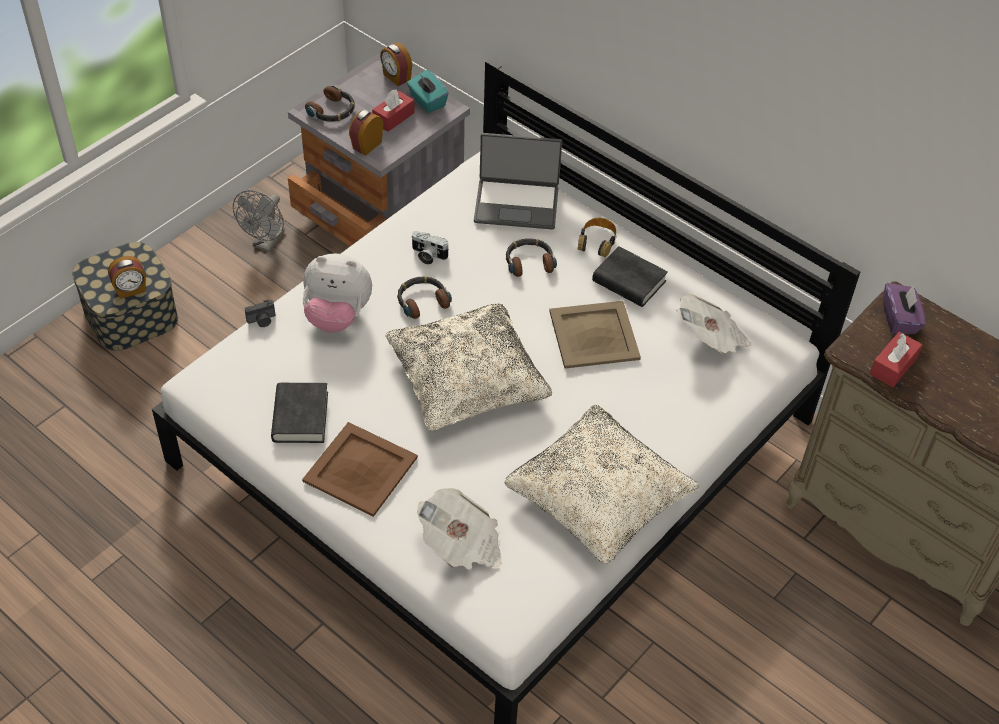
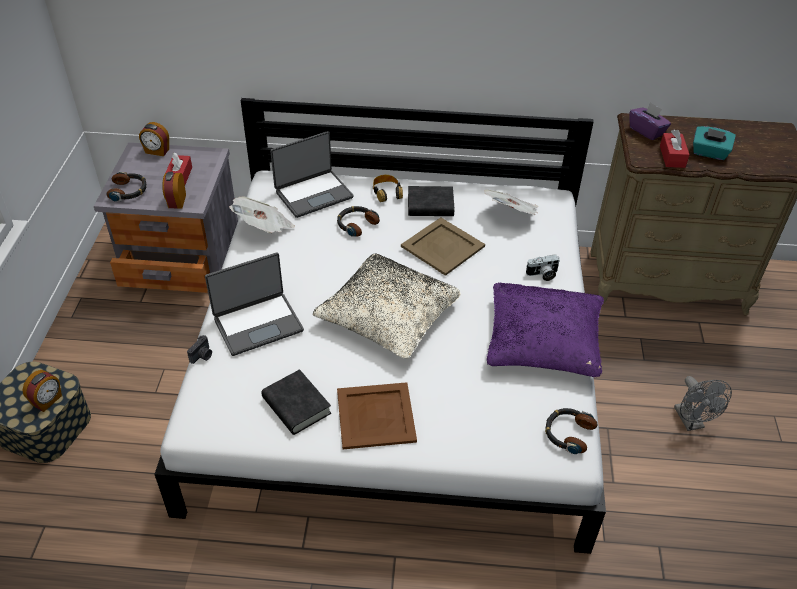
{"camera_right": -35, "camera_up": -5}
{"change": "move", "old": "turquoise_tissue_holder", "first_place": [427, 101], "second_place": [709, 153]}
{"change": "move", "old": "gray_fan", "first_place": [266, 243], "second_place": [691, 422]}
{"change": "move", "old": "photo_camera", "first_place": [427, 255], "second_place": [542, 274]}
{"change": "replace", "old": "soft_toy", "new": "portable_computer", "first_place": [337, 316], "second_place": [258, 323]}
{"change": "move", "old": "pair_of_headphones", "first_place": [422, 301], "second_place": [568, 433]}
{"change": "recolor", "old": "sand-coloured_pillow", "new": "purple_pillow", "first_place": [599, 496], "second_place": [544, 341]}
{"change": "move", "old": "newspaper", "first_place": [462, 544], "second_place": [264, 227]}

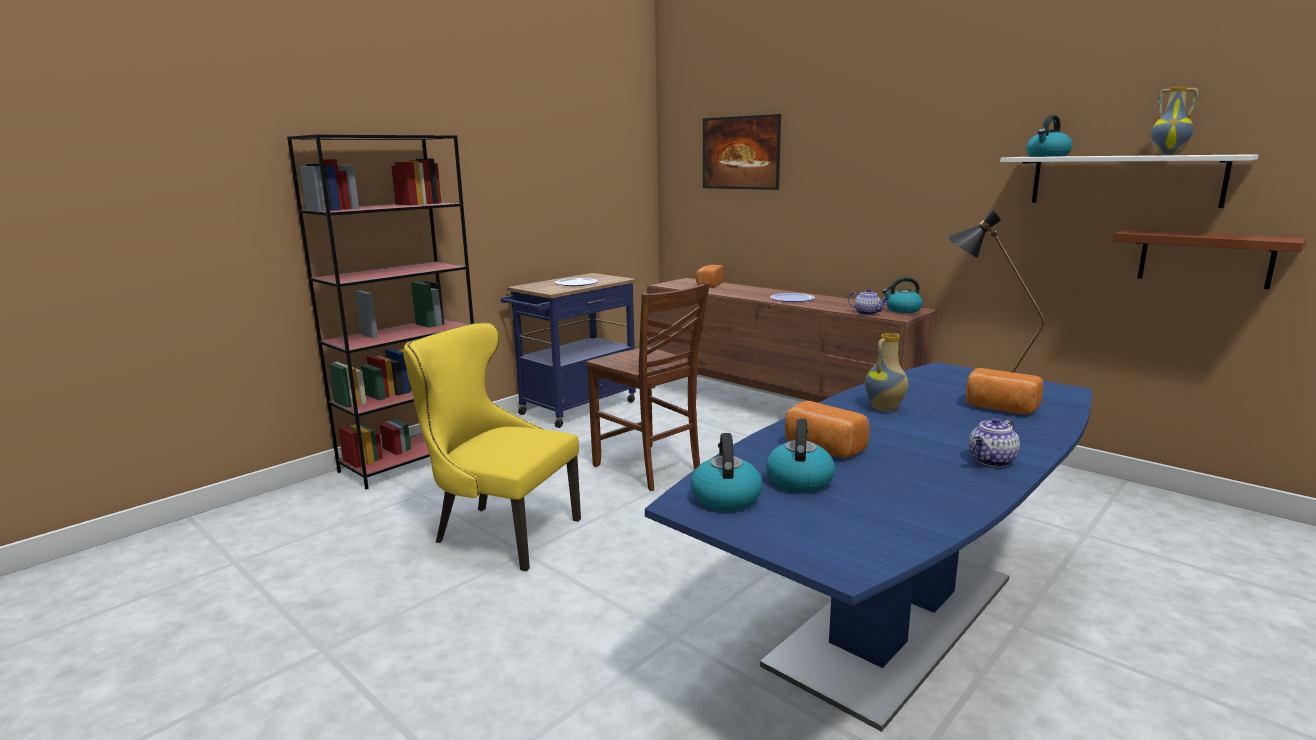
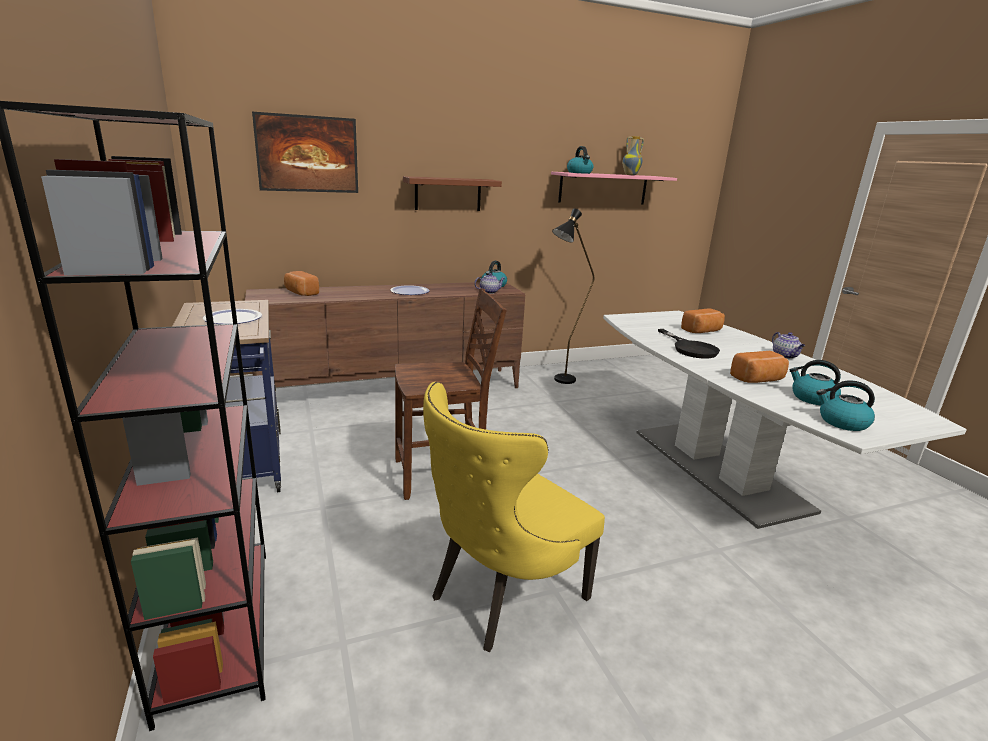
{"camera_right": -65, "camera_up": 5}
{"change": "recolor", "old": "whitish_wall_shelf", "new": "pinkish_wall_shelf", "first_place": [1124, 180], "second_place": [603, 188]}
{"change": "move", "old": "brownish_wall_shelf", "first_place": [1205, 258], "second_place": [448, 194]}
{"change": "replace", "old": "flower_vase", "new": "black_pan", "first_place": [885, 409], "second_place": [690, 348]}
{"change": "recolor", "old": "blue_kitchen_table", "new": "whitish_kitchen_table", "first_place": [894, 620], "second_place": [718, 469]}

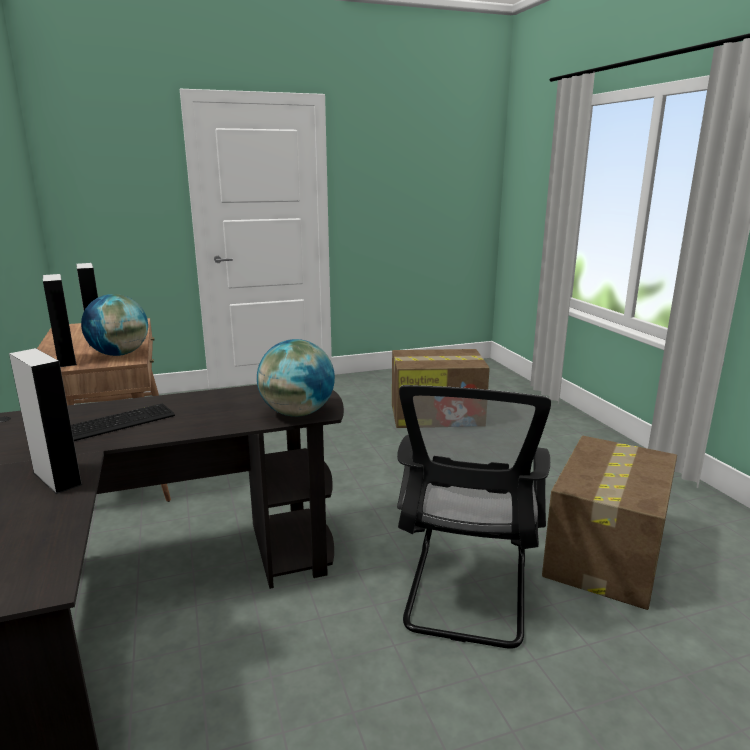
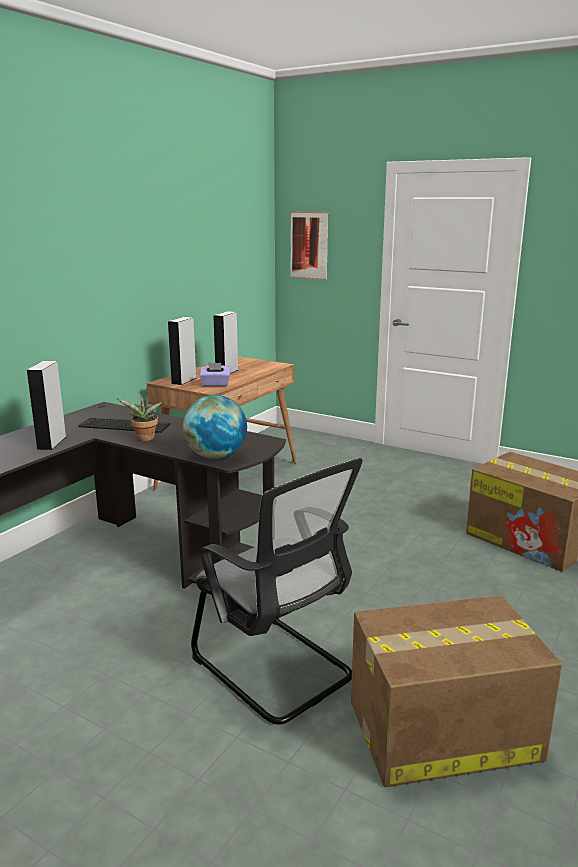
{"camera_right": 50, "camera_up": 0}
{"change": "replace", "old": "desk_globe", "new": "purple_tissue_holder", "first_place": [119, 354], "second_place": [215, 384]}
{"change": "rotate", "old": "plain_chair", "first_place": [465, 594], "second_place": [275, 670], "degrees": -105}
{"change": "insert", "new": "wall_picture", "second_place": [309, 245]}
{"change": "insert", "new": "potted_plant", "second_place": [144, 439]}

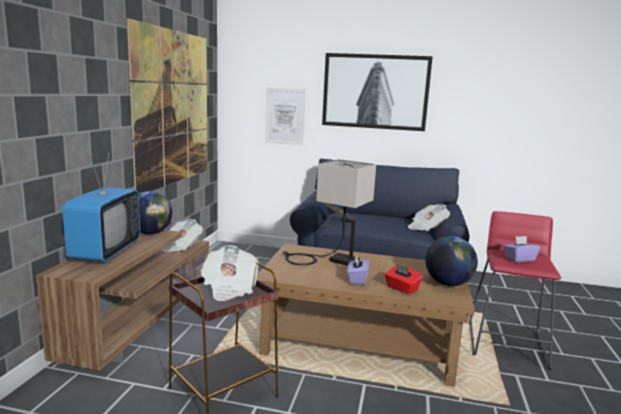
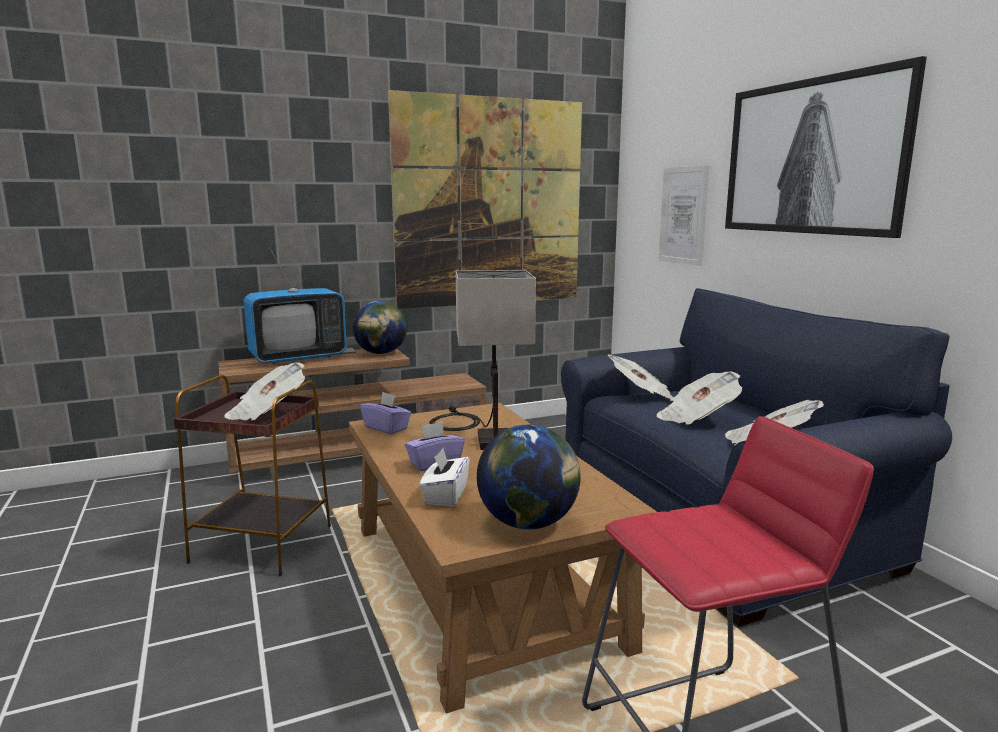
{"camera_right": 55, "camera_up": 0}
{"change": "move", "old": "newspaper", "first_place": [181, 246], "second_place": [697, 418]}
{"change": "move", "old": "purple_tissue_holder", "first_place": [519, 259], "second_place": [386, 428]}
{"change": "recolor", "old": "red-coloured_tissue_holder", "new": "whitish_tissue_holder", "first_place": [401, 288], "second_place": [445, 496]}

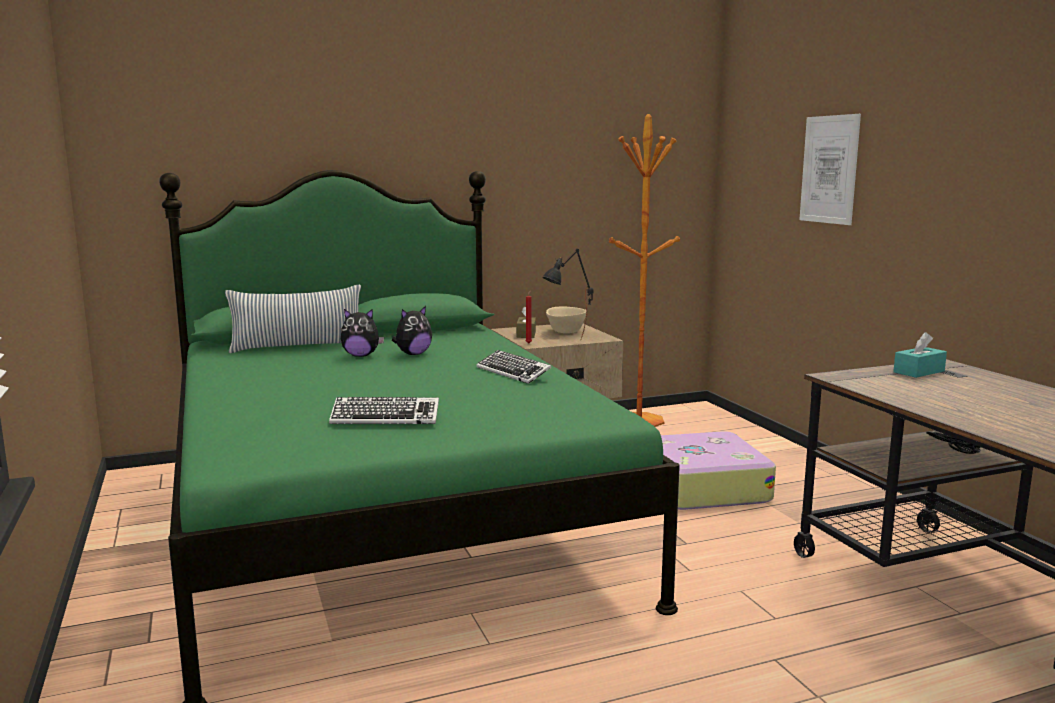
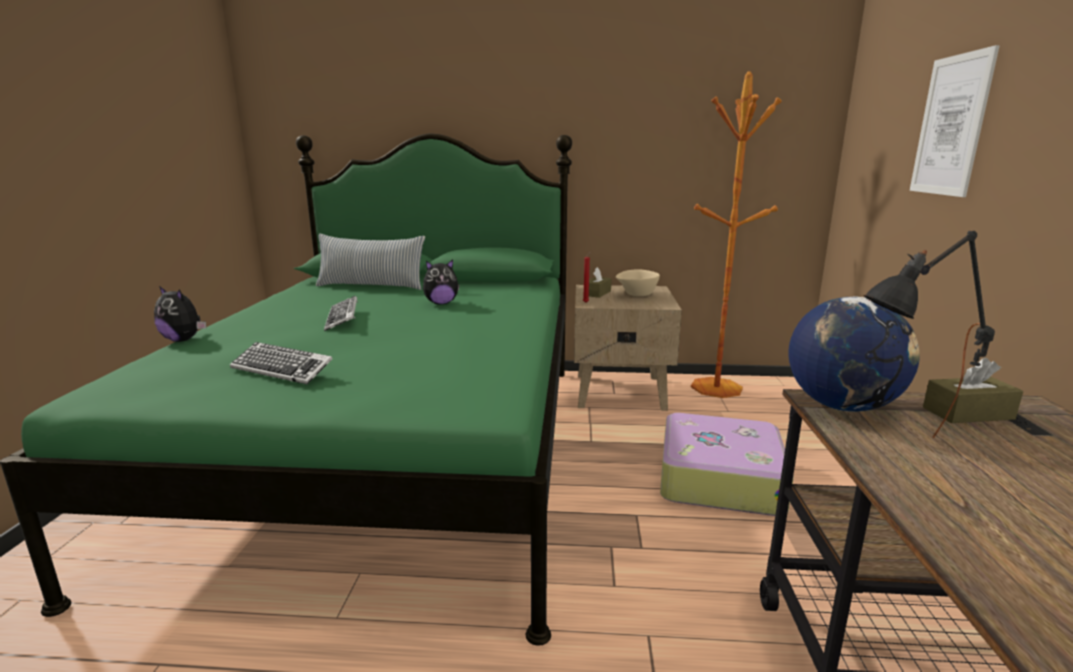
{"camera_right": 25, "camera_up": 5}
{"change": "move", "old": "black_table_lamp", "first_place": [568, 344], "second_place": [904, 449]}
{"change": "move", "old": "soft_toy", "first_place": [361, 356], "second_place": [184, 340]}
{"change": "recolor", "old": "turquoise_tissue_holder", "new": "brownish_tissue_holder", "first_place": [919, 372], "second_place": [968, 413]}
{"change": "move", "old": "keyboard", "first_place": [513, 372], "second_place": [343, 318]}
{"change": "insert", "new": "desk_globe", "second_place": [842, 406]}

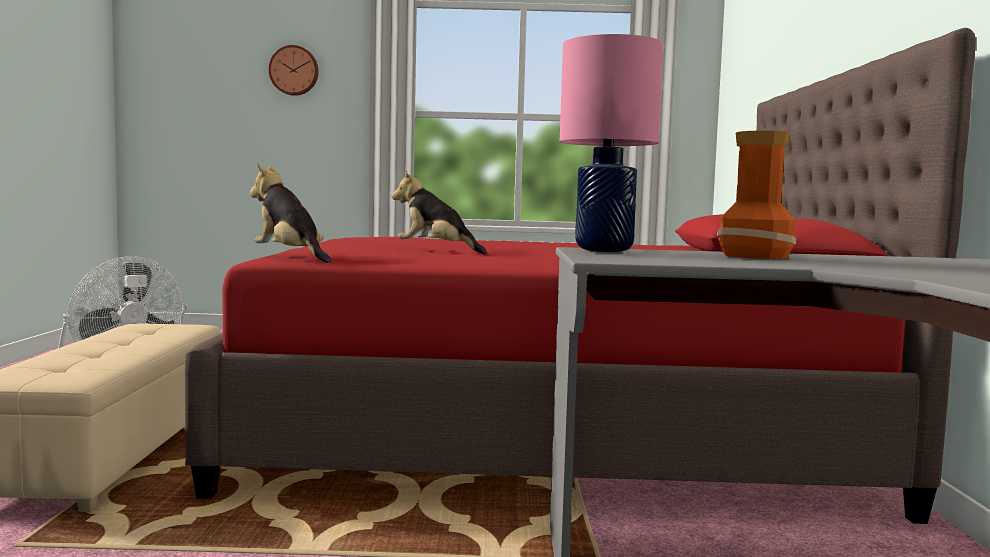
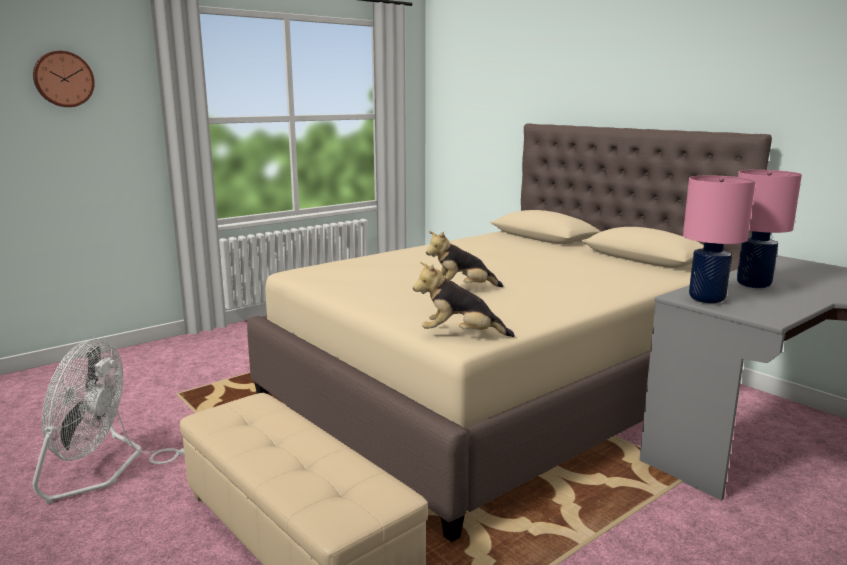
{"camera_right": -40, "camera_up": 10}
{"change": "recolor", "old": "red-coloured_bed", "new": "sand-coloured_bed", "first_place": [546, 430], "second_place": [500, 391]}
{"change": "replace", "old": "flower_vase", "new": "pinkish_table_lamp", "first_place": [753, 256], "second_place": [753, 286]}

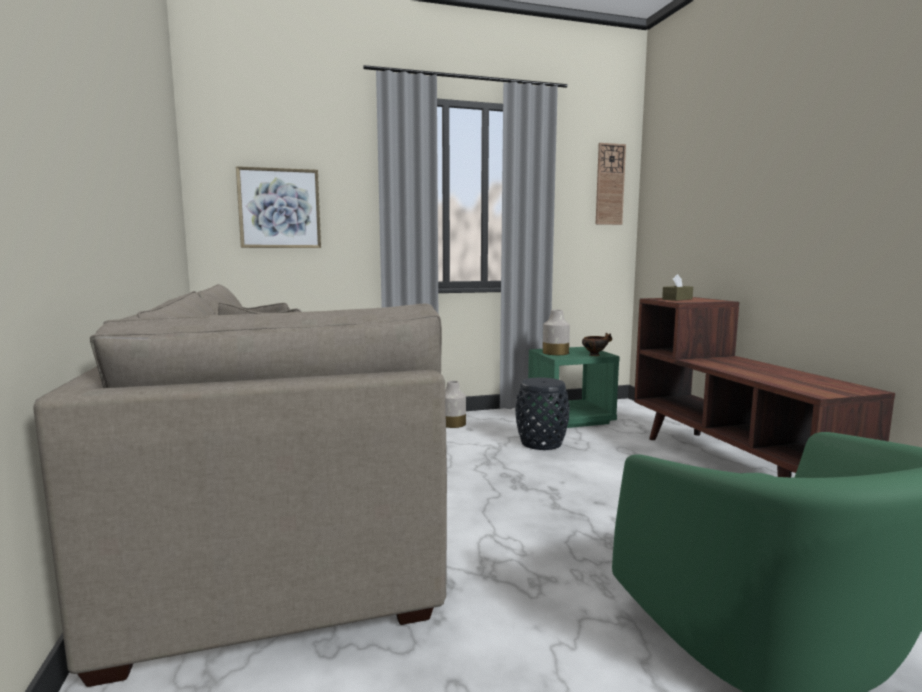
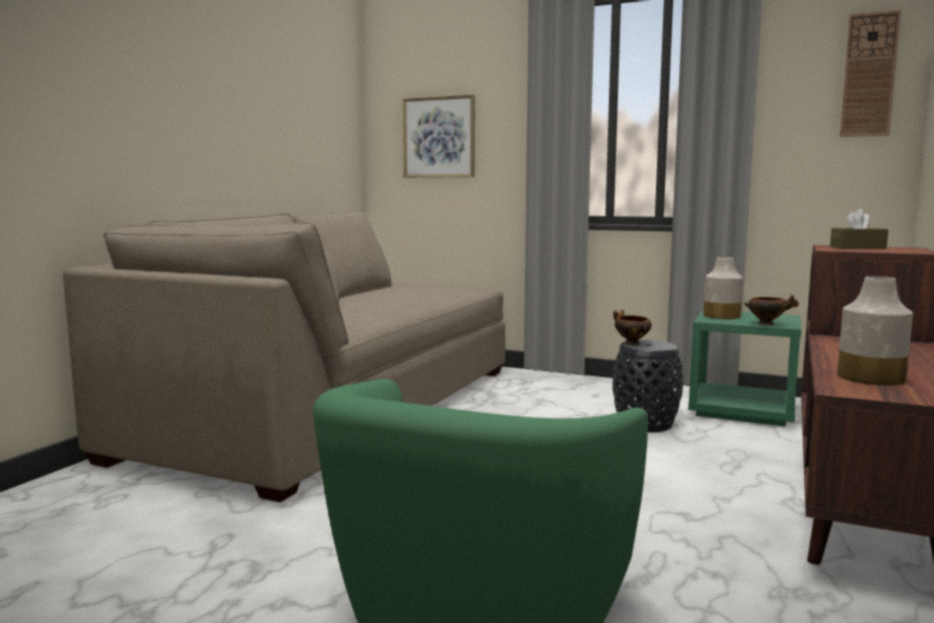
{"camera_right": 40, "camera_up": 0}
{"change": "move", "old": "sand-coloured_flower_vase", "first_place": [452, 423], "second_place": [870, 377]}
{"change": "insert", "new": "bowl", "second_place": [630, 343]}

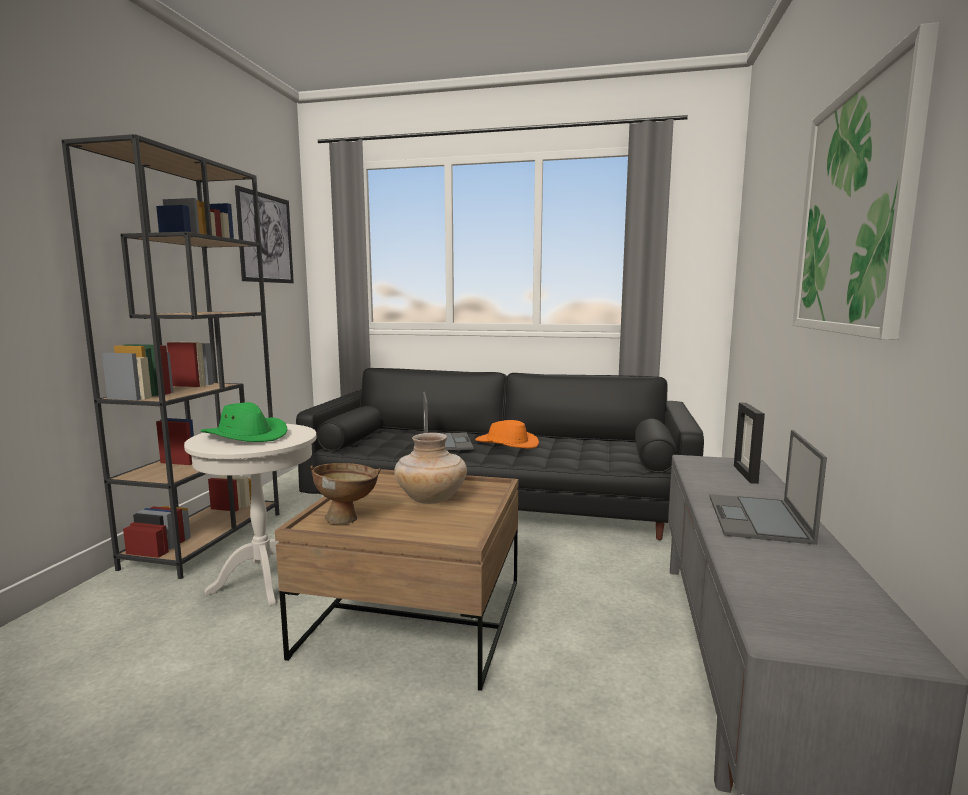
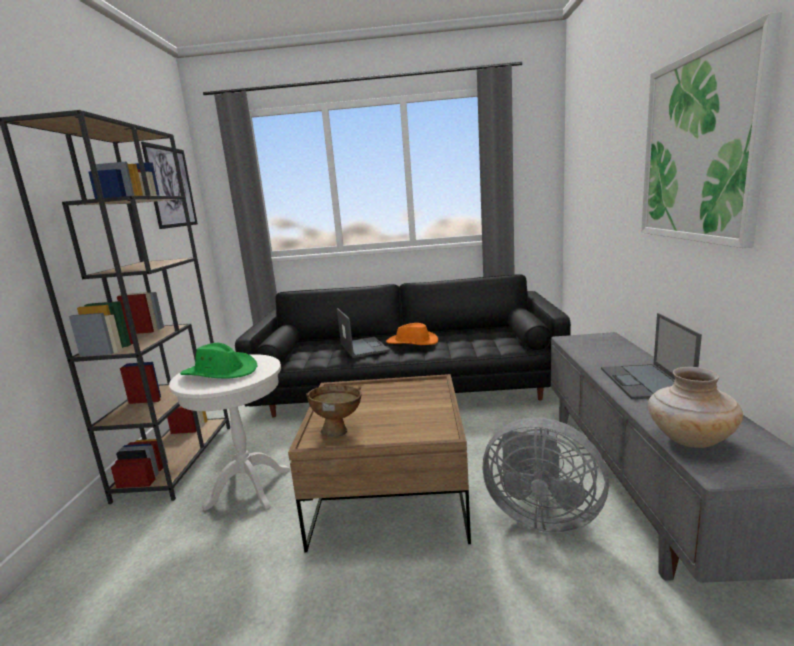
{"camera_right": -10, "camera_up": 5}
{"change": "delete", "old": "photo_frame", "first_place": [746, 474]}
{"change": "move", "old": "sand-coloured_flower_vase", "first_place": [431, 499], "second_place": [689, 439]}
{"change": "insert", "new": "gray_fan", "second_place": [540, 515]}

